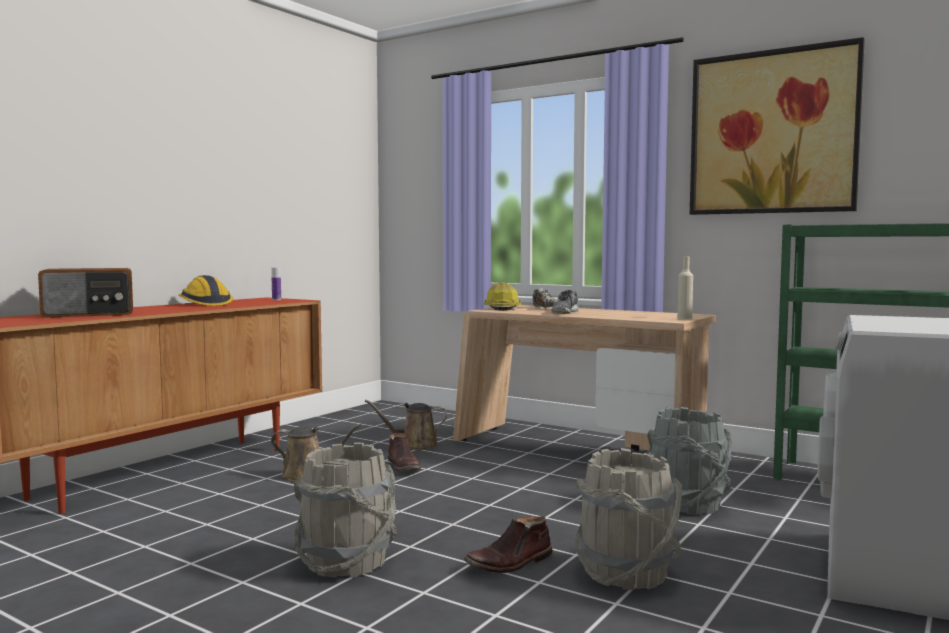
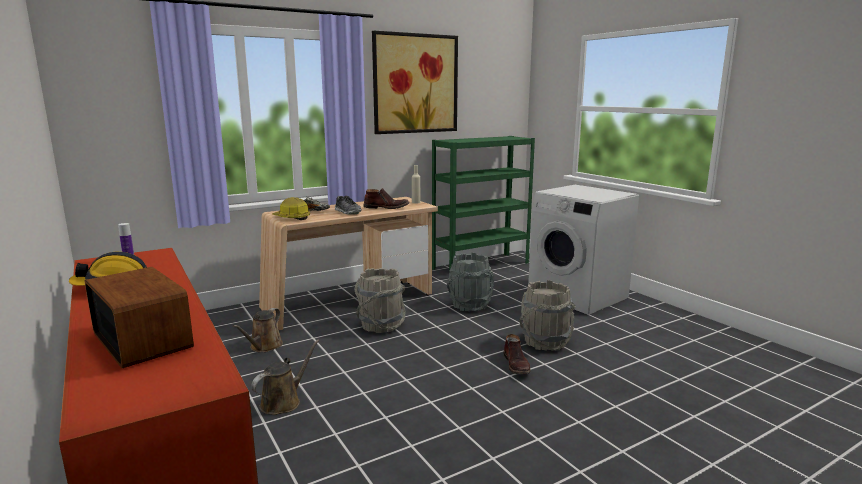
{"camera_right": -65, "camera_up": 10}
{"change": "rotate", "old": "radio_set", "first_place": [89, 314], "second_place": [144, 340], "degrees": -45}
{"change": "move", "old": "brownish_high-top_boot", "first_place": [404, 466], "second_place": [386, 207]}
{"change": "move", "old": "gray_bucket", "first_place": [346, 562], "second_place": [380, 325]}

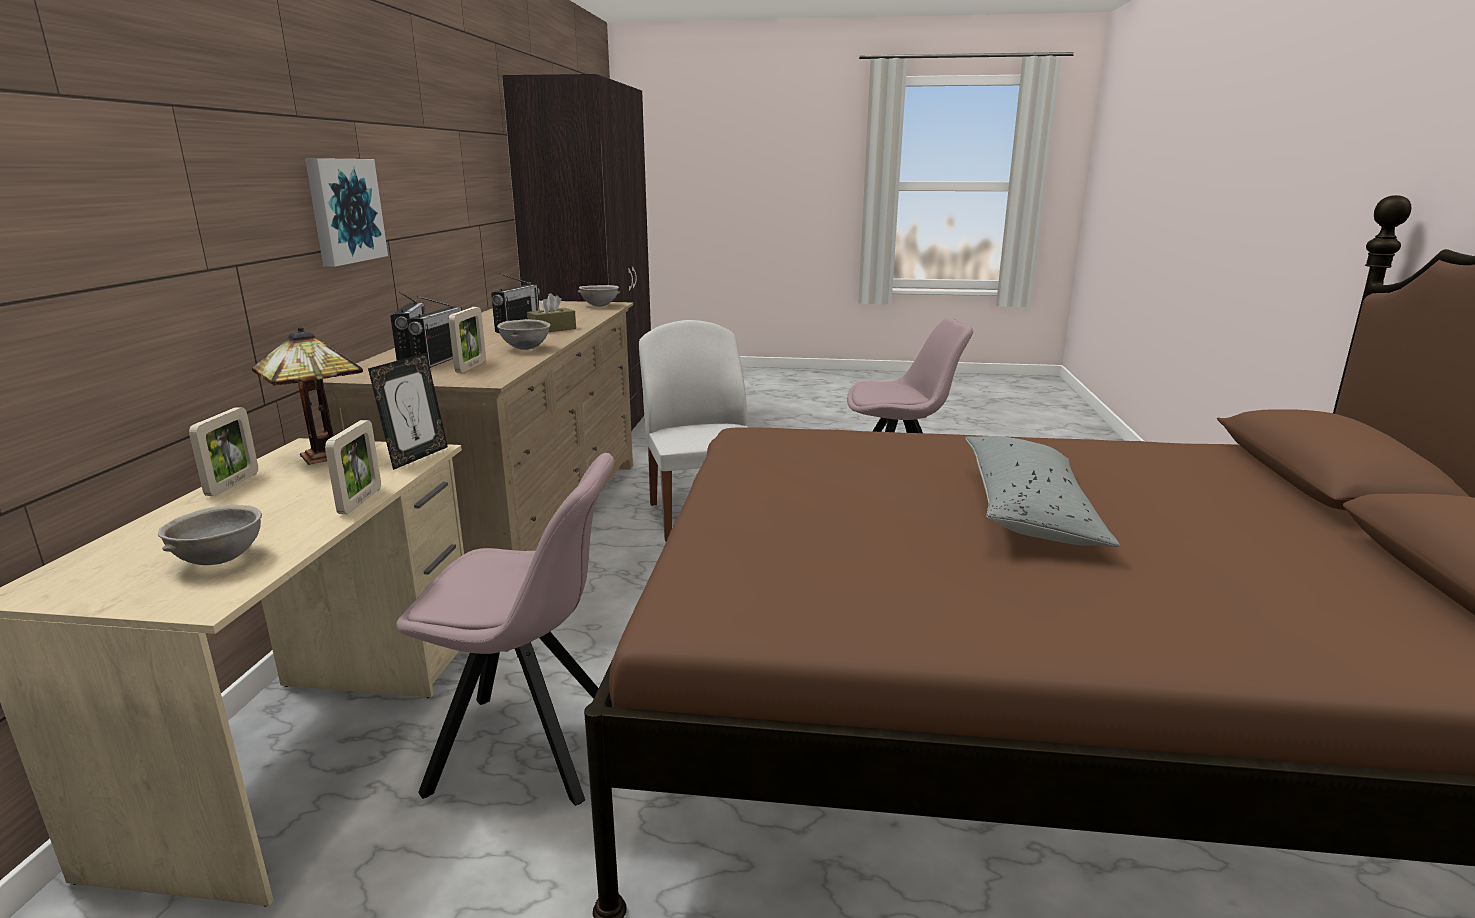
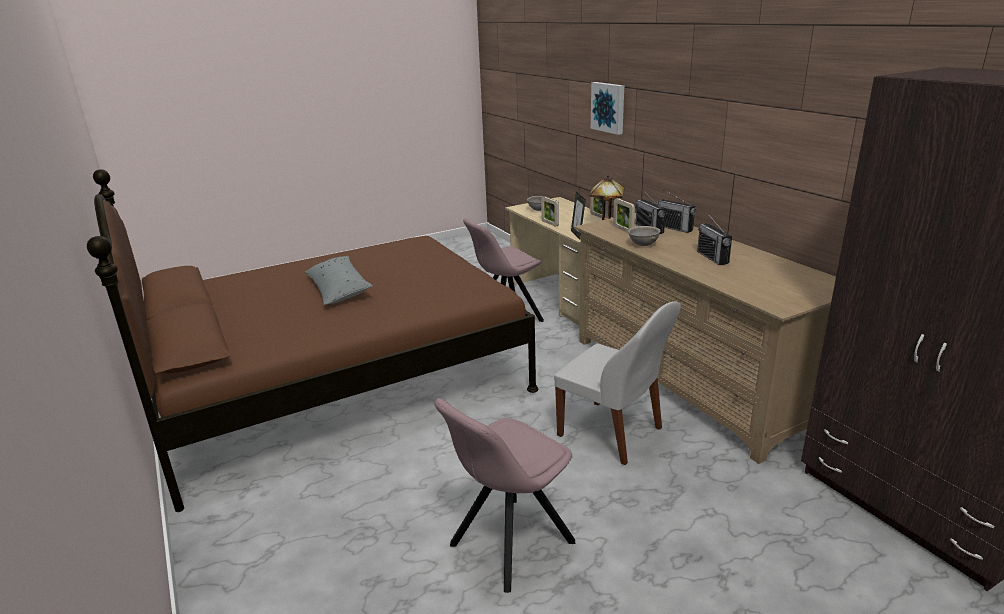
{"camera_right": 145, "camera_up": 5}
{"change": "move", "old": "wall_picture", "first_place": [343, 210], "second_place": [609, 107]}
{"change": "delete", "old": "gray_bowl", "first_place": [599, 306]}
{"change": "delete", "old": "brownish_tissue_holder", "first_place": [552, 329]}

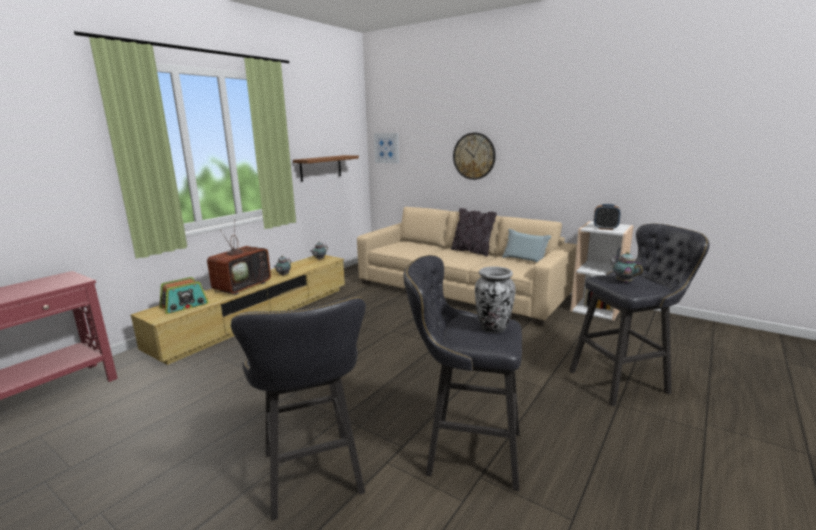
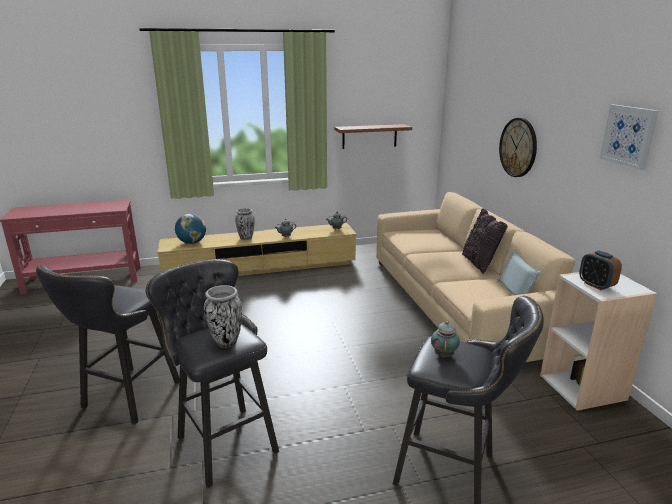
{"camera_right": 40, "camera_up": 5}
{"change": "move", "old": "wall_picture", "first_place": [387, 148], "second_place": [628, 136]}
{"change": "replace", "old": "TV_set", "new": "flower_vase", "first_place": [242, 286], "second_place": [246, 238]}
{"change": "replace", "old": "radio_set", "new": "desk_globe", "first_place": [184, 306], "second_place": [192, 242]}

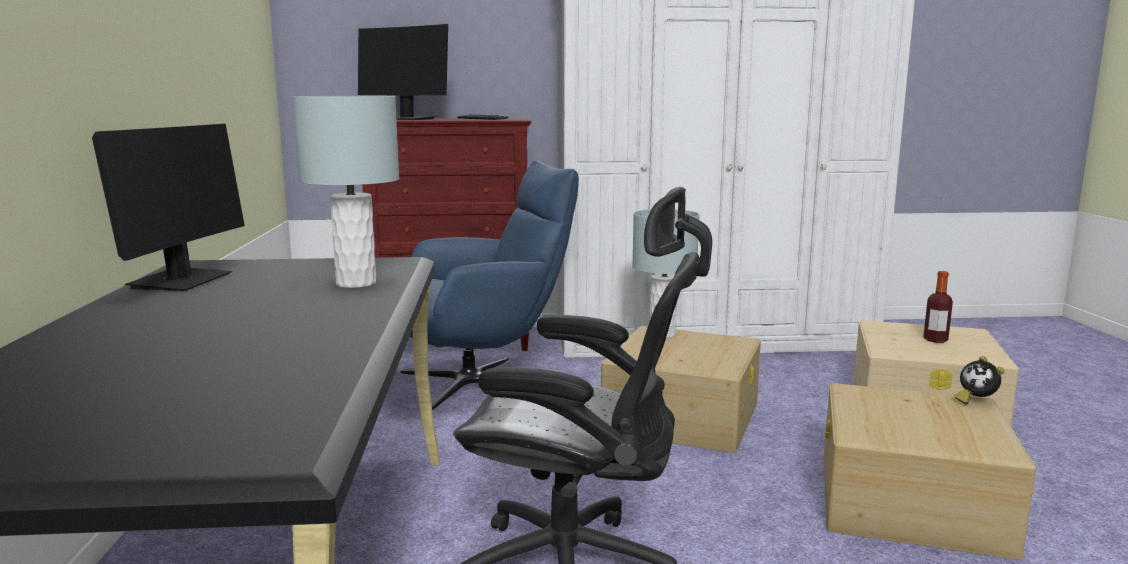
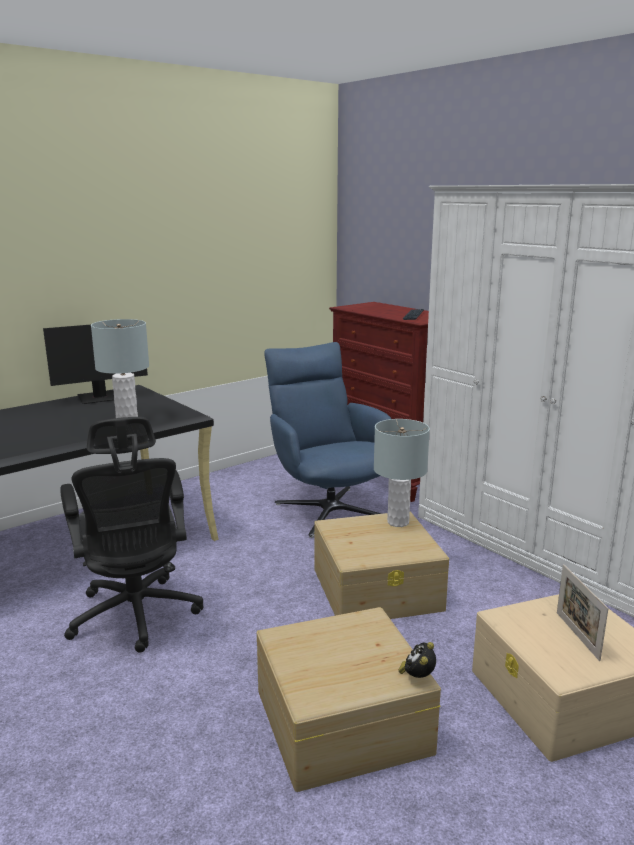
{"camera_right": 55, "camera_up": 5}
{"change": "delete", "old": "computer_display", "first_place": [406, 119]}
{"change": "rotate", "old": "blue_lounge_chair", "first_place": [475, 386], "second_place": [329, 509], "degrees": -150}
{"change": "replace", "old": "bottle", "new": "photo_frame", "first_place": [935, 340], "second_place": [577, 635]}

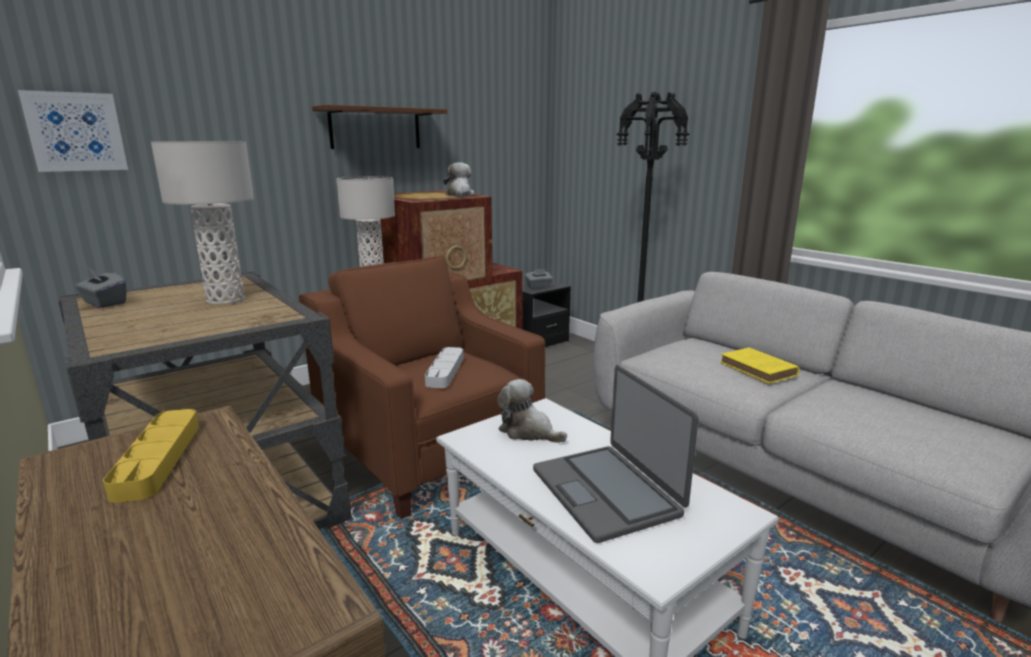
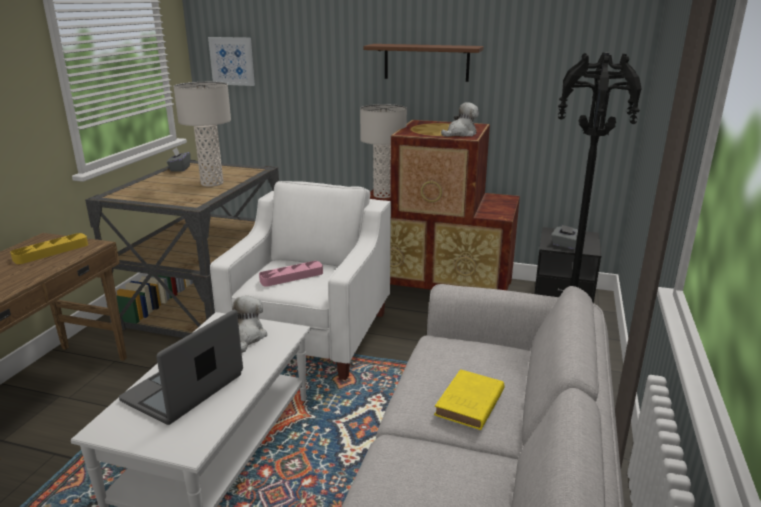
{"camera_right": 55, "camera_up": 5}
{"change": "recolor", "old": "brownish_lounge_chair", "new": "whitish_lounge_chair", "first_place": [428, 452], "second_place": [312, 336]}
{"change": "recolor", "old": "gray_carrying_tray", "new": "pinkish_carrying_tray", "first_place": [445, 371], "second_place": [291, 277]}

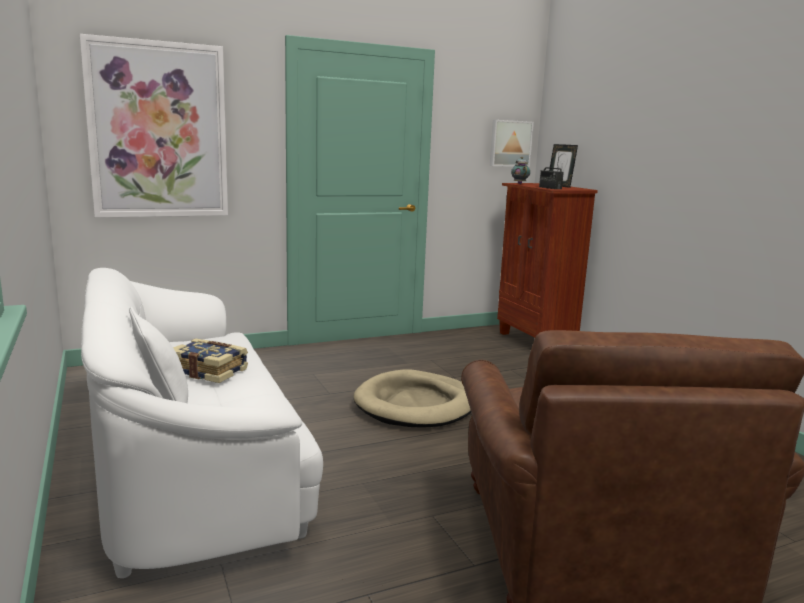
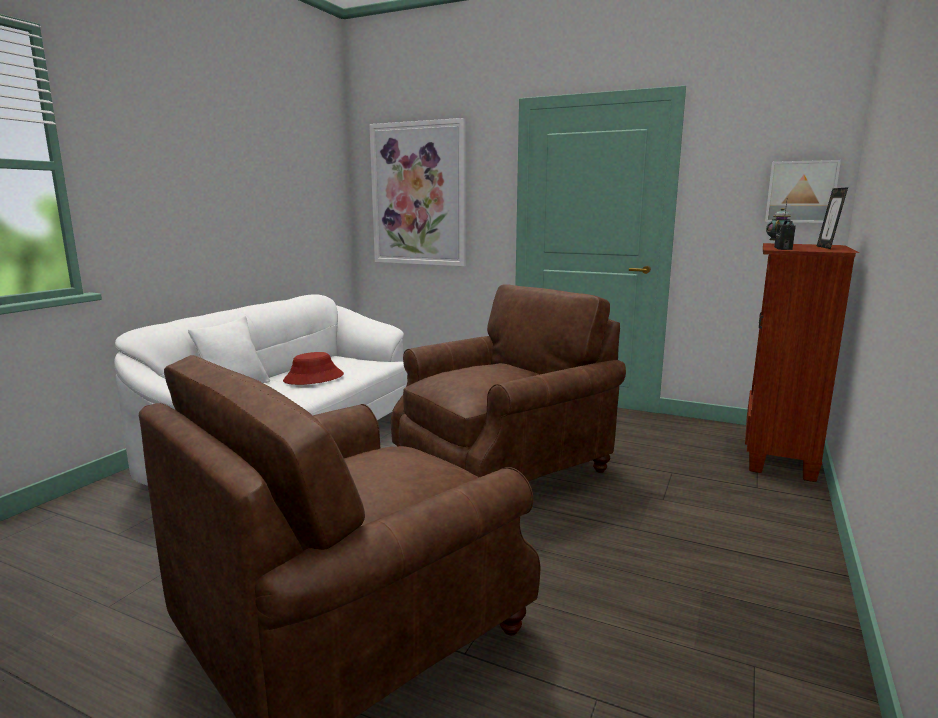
{"camera_right": 50, "camera_up": 0}
{"change": "replace", "old": "bound_book", "new": "red-coloured_hat", "first_place": [209, 371], "second_place": [313, 378]}
{"change": "replace", "old": "sand-coloured_dog_bed", "new": "brownish_lounge_chair", "first_place": [416, 404], "second_place": [502, 466]}

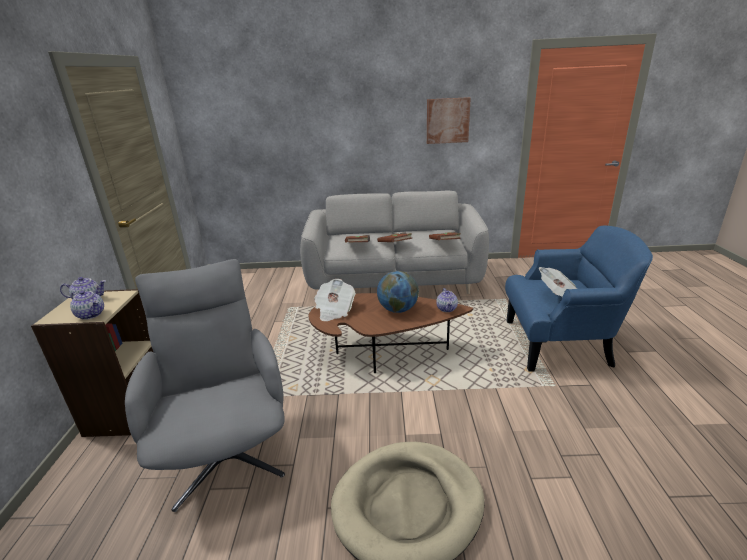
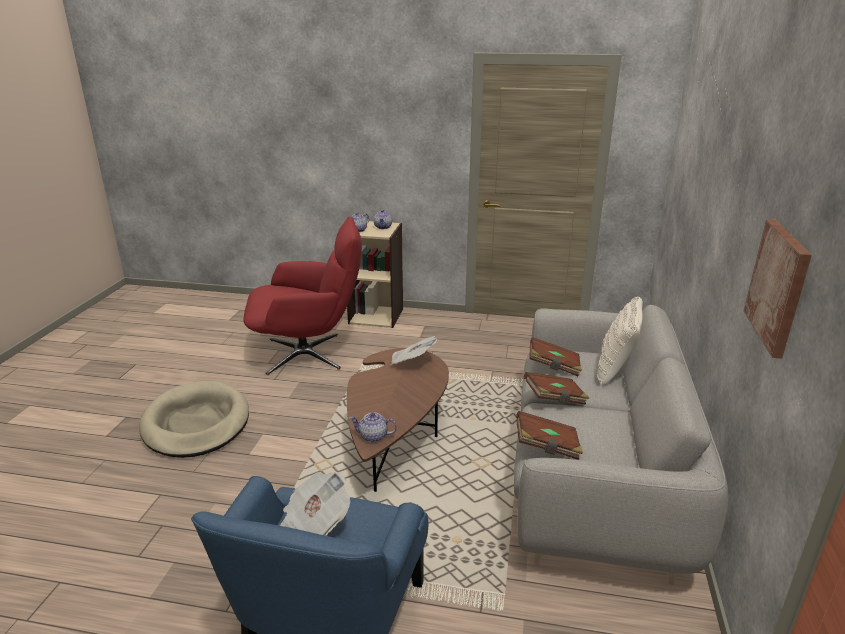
{"camera_right": 100, "camera_up": 0}
{"change": "recolor", "old": "gray_lounge_chair", "new": "red-coloured_lounge_chair", "first_place": [228, 452], "second_place": [307, 354]}
{"change": "delete", "old": "desk_globe", "first_place": [398, 309]}
{"change": "insert", "new": "sand-coloured_pillow", "second_place": [615, 371]}

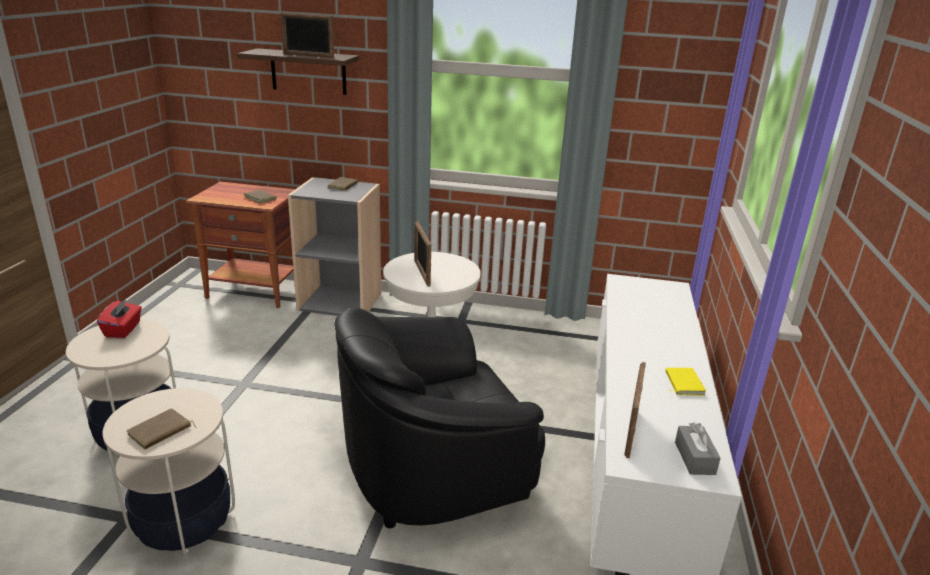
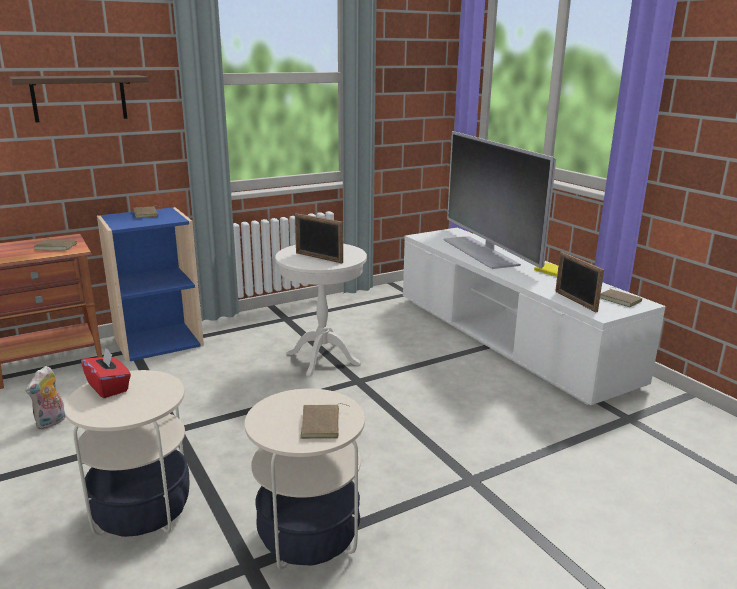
{"camera_right": -40, "camera_up": -5}
{"change": "delete", "old": "photo_frame", "first_place": [308, 55]}
{"change": "recolor", "old": "gray_shelving_unit", "new": "blue_shelving_unit", "first_place": [341, 301], "second_place": [159, 341]}
{"change": "delete", "old": "black_lounge_chair", "first_place": [435, 474]}
{"change": "replace", "old": "gray_tissue_holder", "new": "brownish_bound_book", "first_place": [694, 458], "second_place": [620, 300]}
{"change": "insert", "new": "TV_set", "second_place": [481, 252]}
{"change": "insert", "new": "soft_toy", "second_place": [51, 423]}

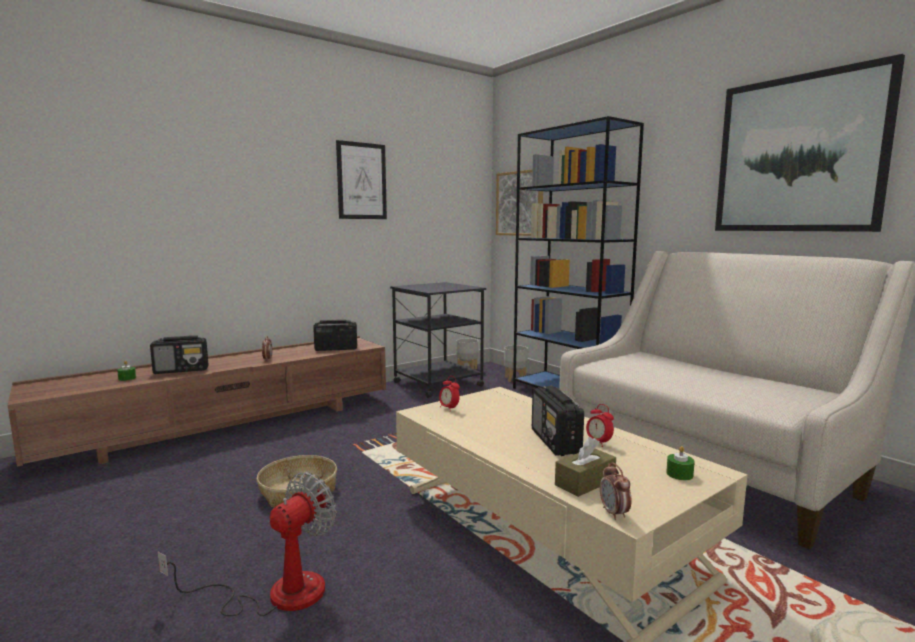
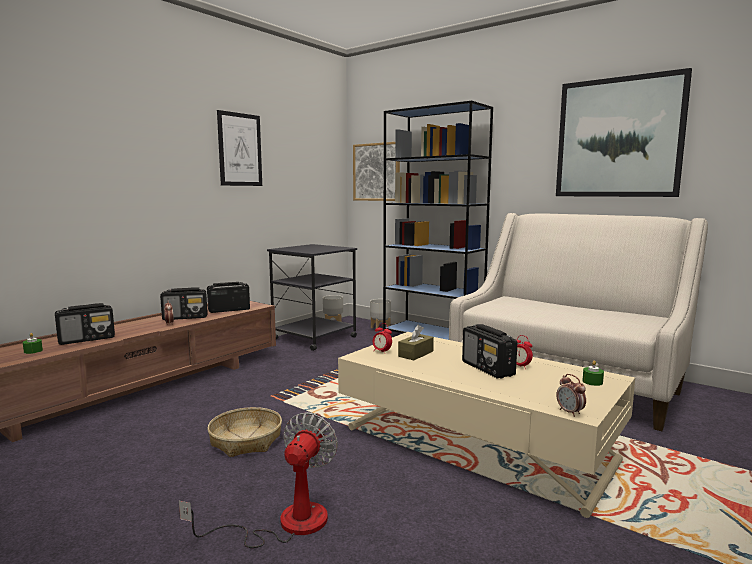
{"camera_right": -15, "camera_up": 0}
{"change": "move", "old": "brownish_tissue_holder", "first_place": [585, 482], "second_place": [416, 354]}
{"change": "insert", "new": "radio_set", "second_place": [185, 317]}

